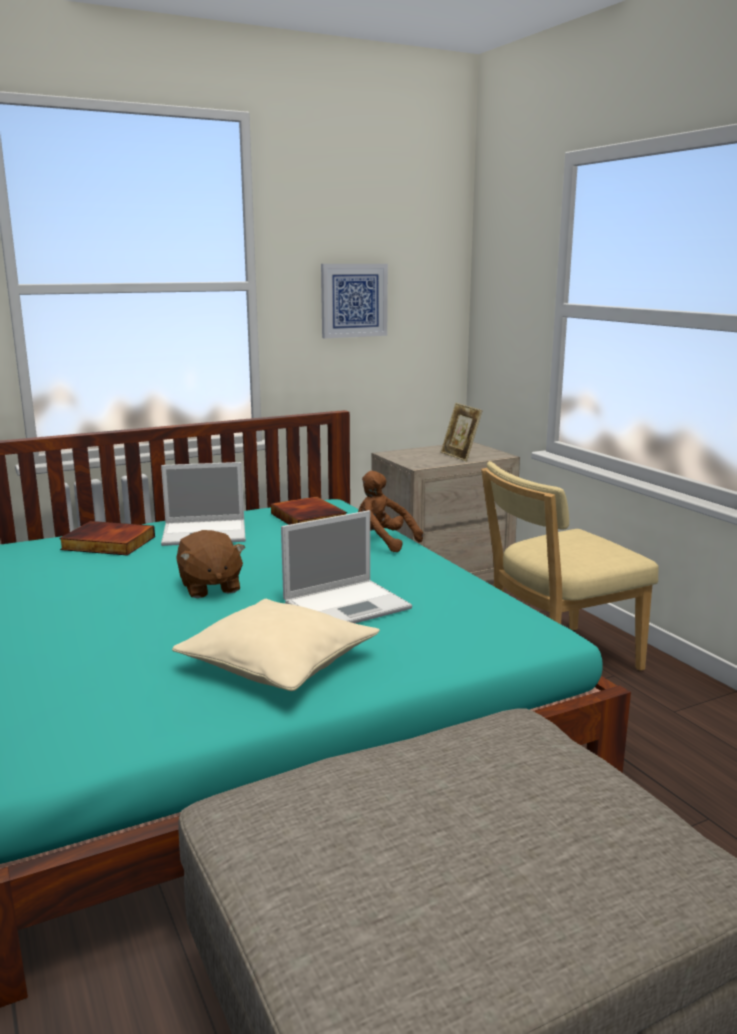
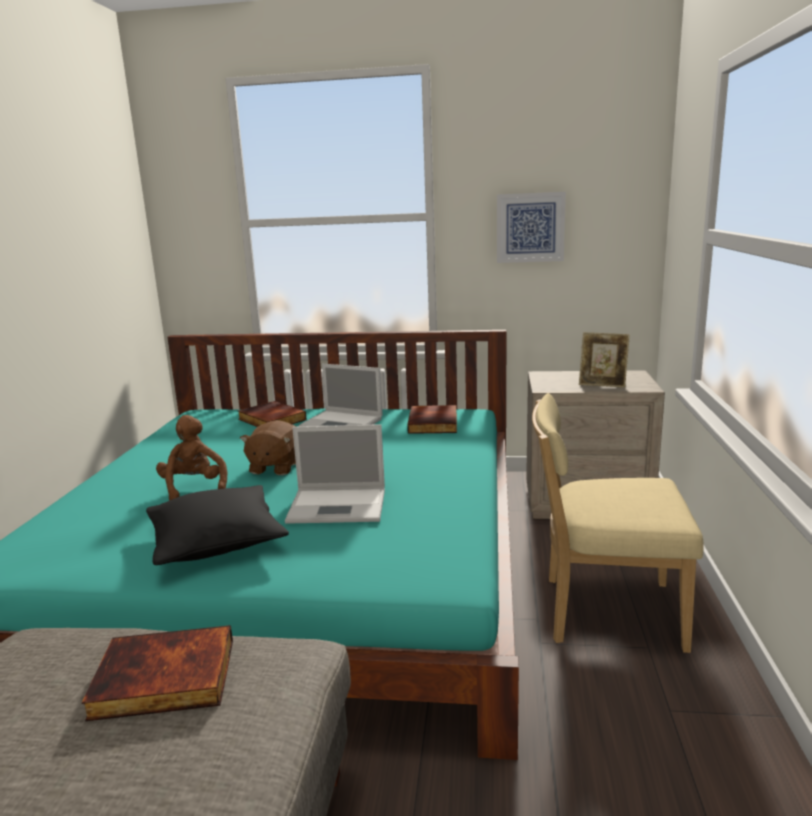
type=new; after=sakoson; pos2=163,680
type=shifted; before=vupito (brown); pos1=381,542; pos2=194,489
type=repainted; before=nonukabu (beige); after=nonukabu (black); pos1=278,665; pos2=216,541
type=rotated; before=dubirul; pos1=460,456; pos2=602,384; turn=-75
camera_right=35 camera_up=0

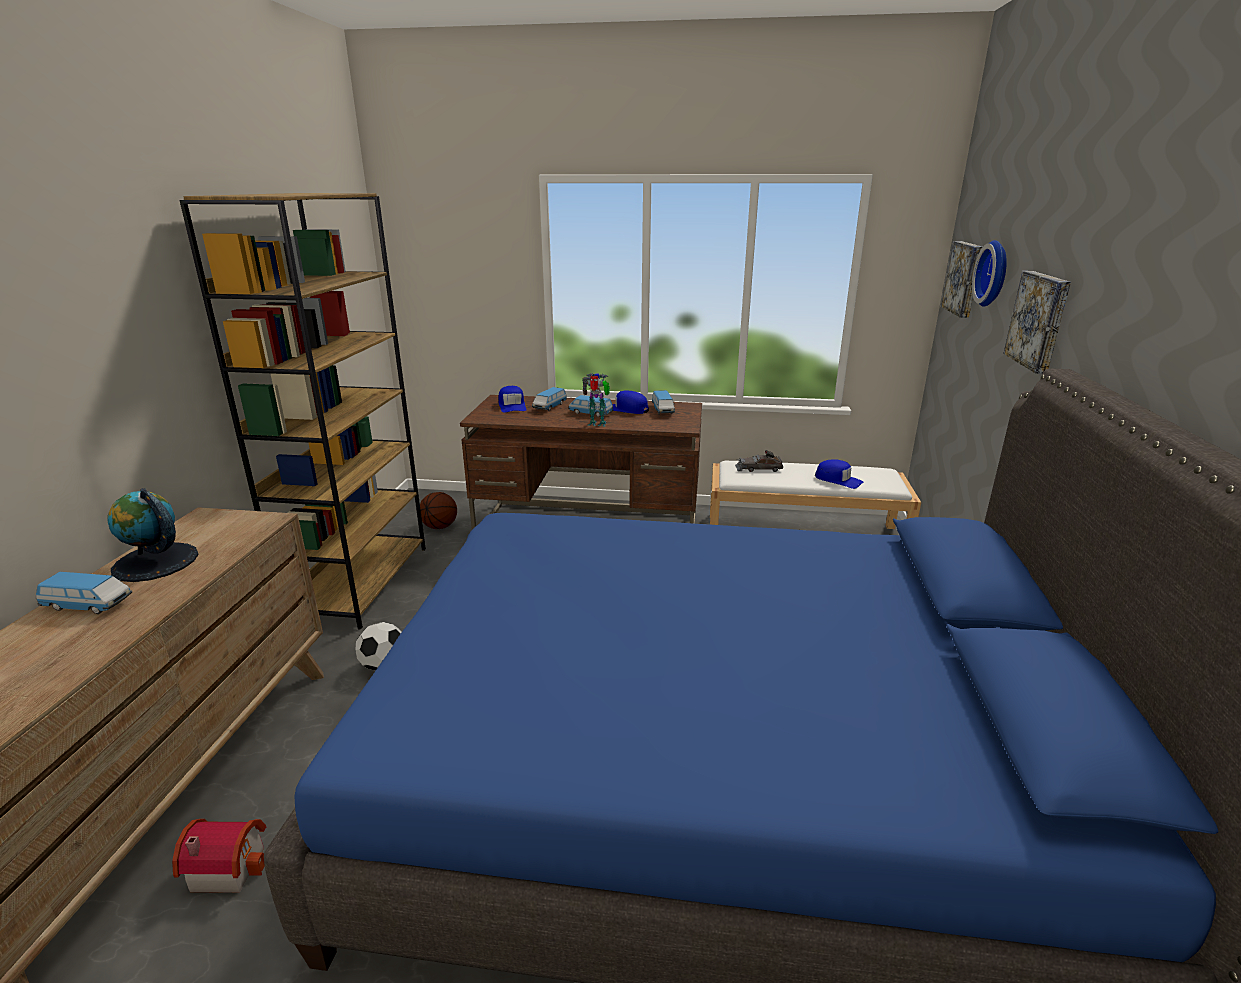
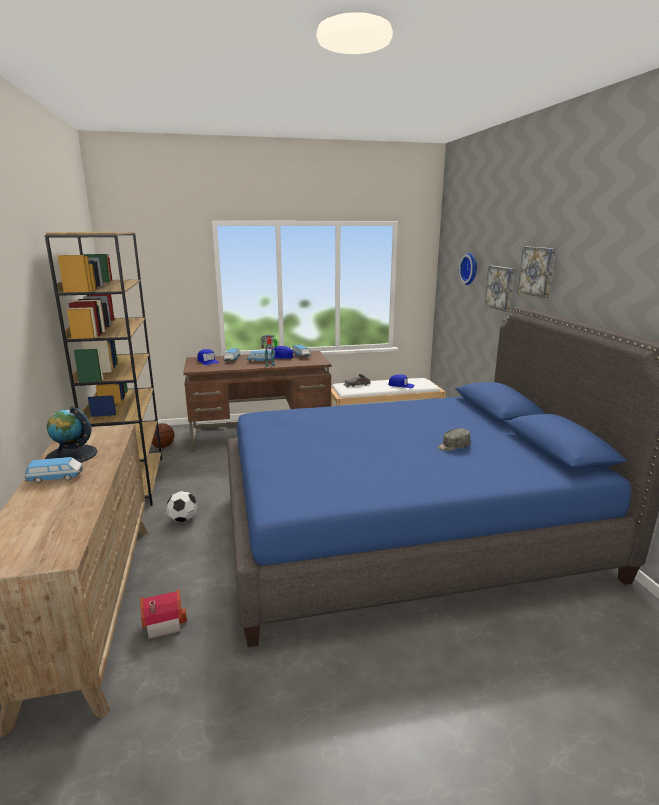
type=new; after=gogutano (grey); pos2=453,446
type=shifted; before=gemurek; pos1=965,278; pos2=538,271
camera_right=-20 camera_up=-5

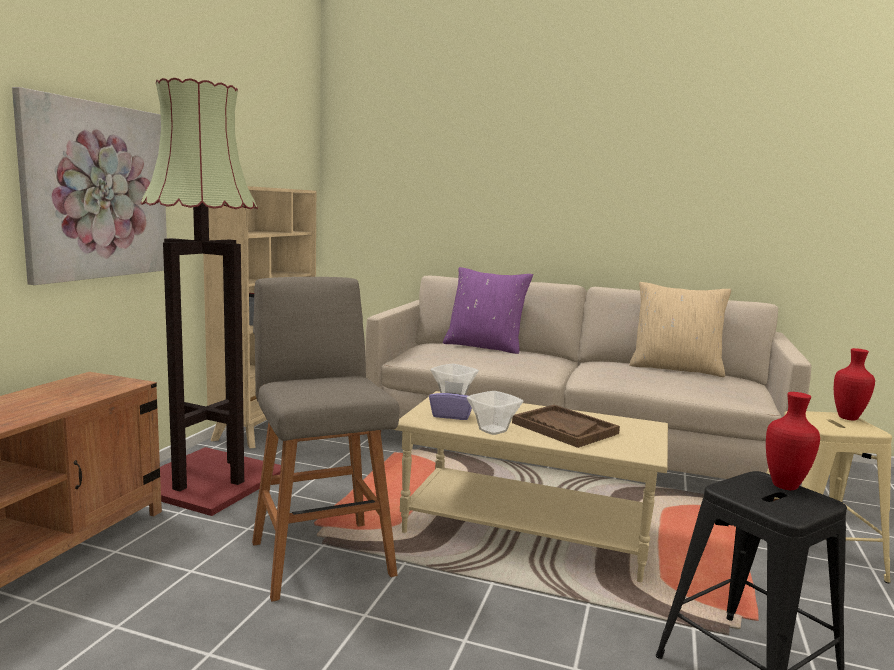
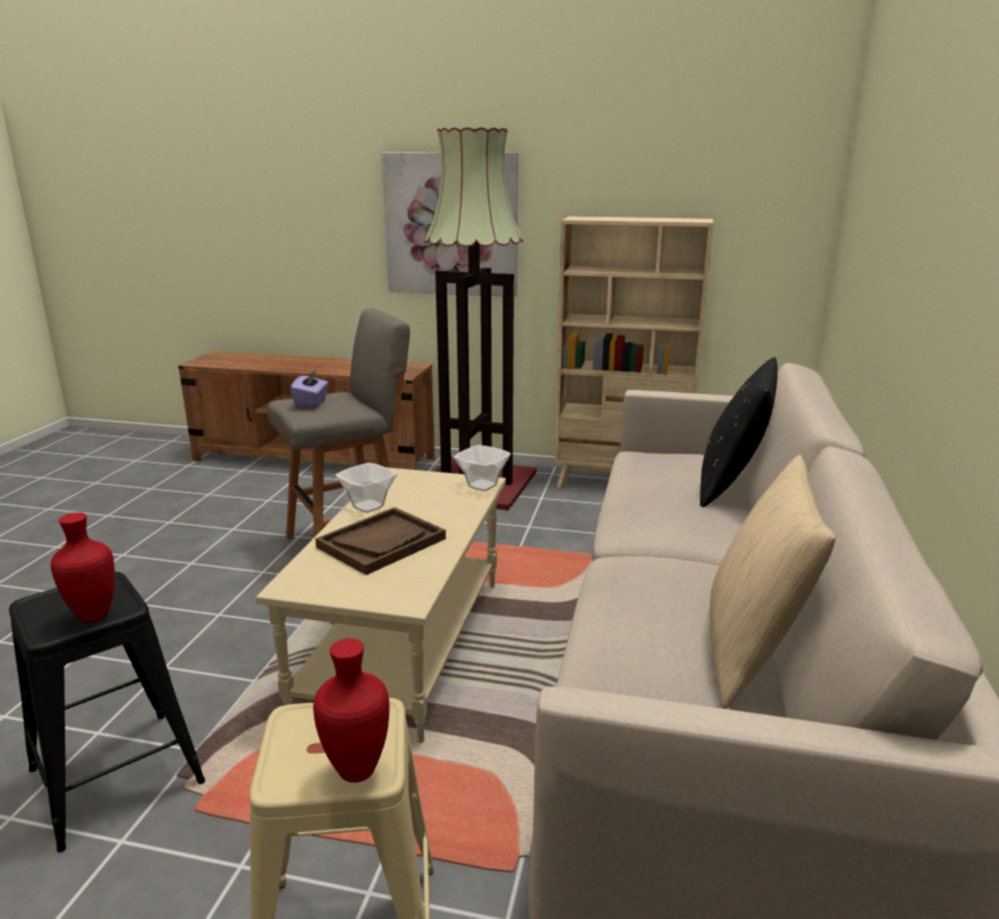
type=shifted; before=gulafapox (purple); pos1=451,415; pos2=311,403
type=repainted; before=nonukabu (purple); after=nonukabu (black); pos1=485,346; pos2=731,486
camera_right=85 camera_up=10

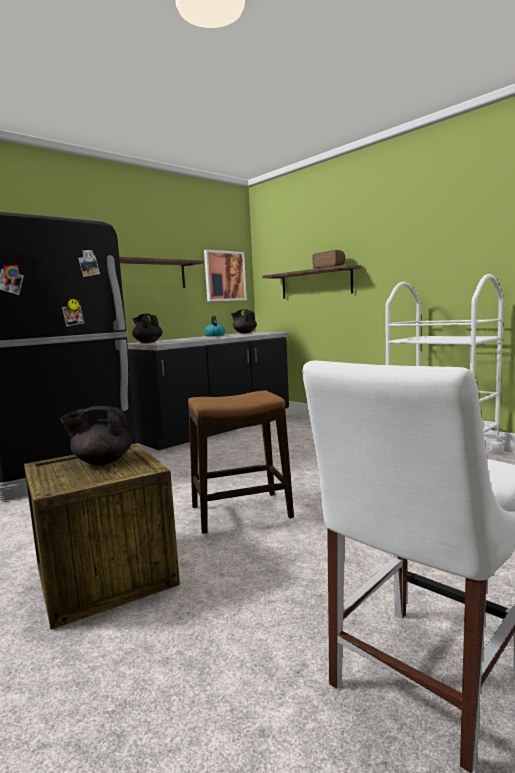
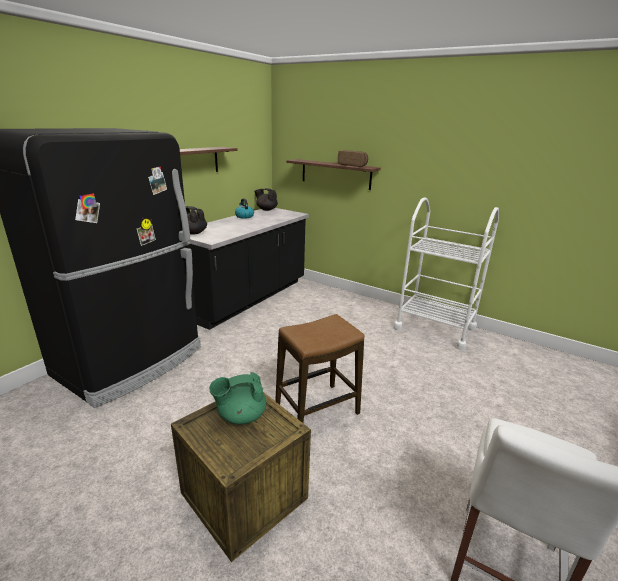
type=gone; before=gemurek; pos1=225,276
type=repainted; before=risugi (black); after=risugi (green); pos1=101,462; pos2=240,416
camera_right=-15 camera_up=15

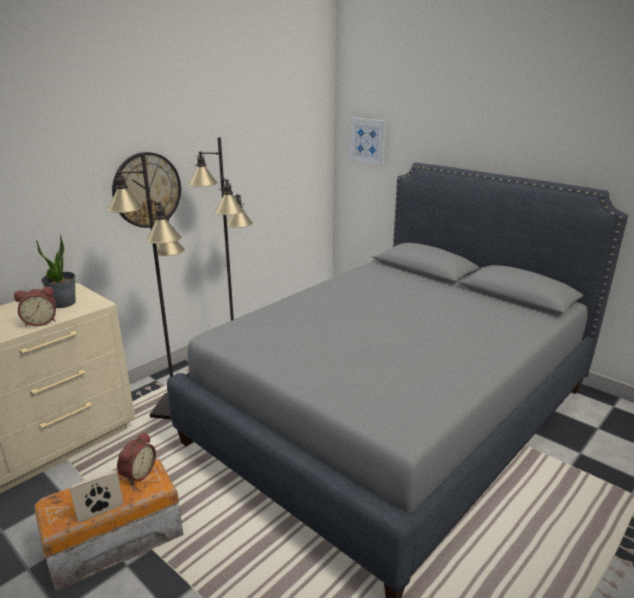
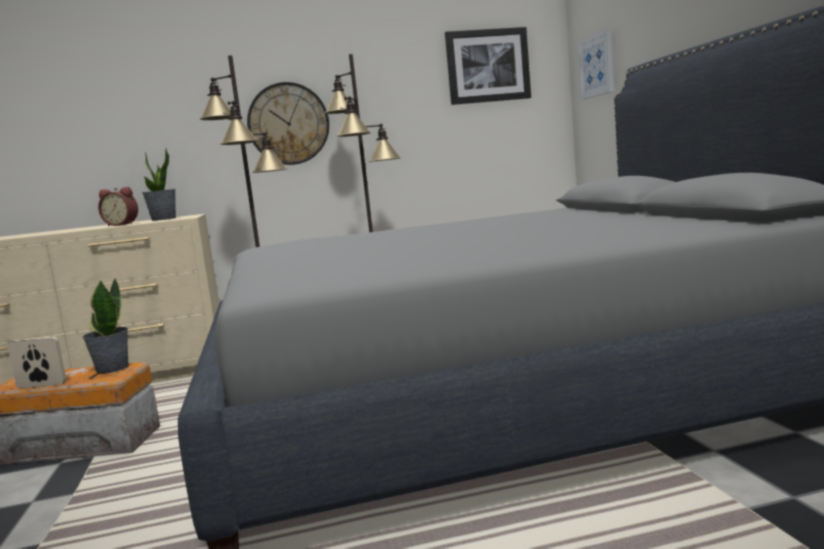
type=new; after=gemurek; pos2=488,66
type=swapped; before=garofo; after=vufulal; pos1=137,473; pos2=112,368
camera_right=35 camera_up=-15

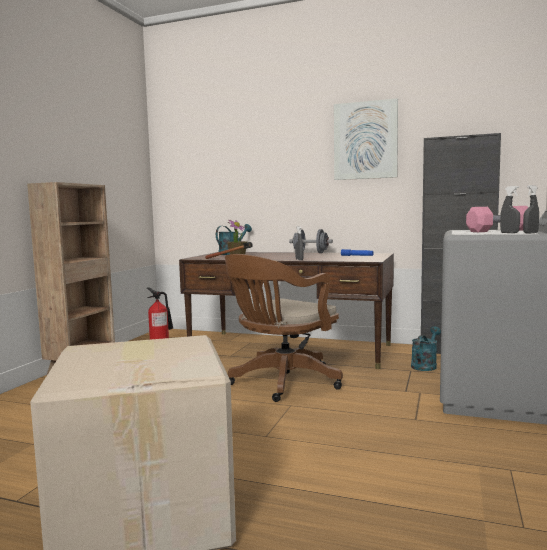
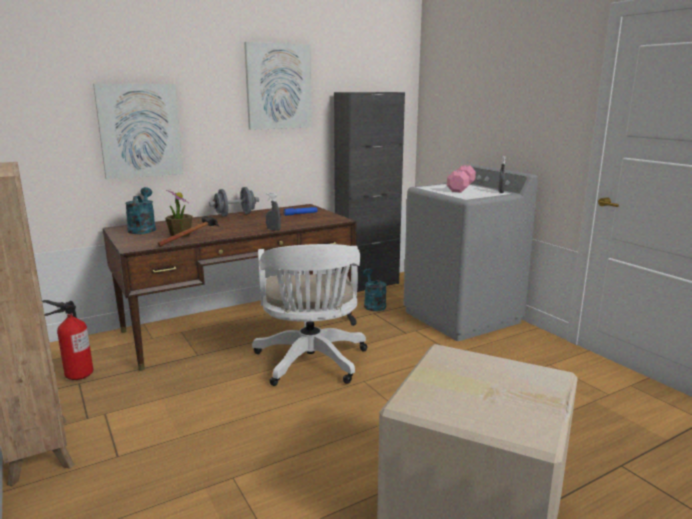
type=gone; before=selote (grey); pos1=509,233
type=new; after=gemurek; pos2=140,131
type=repainted; before=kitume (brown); after=kitume (white); pos1=281,382; pos2=311,363
camera_right=-50 camera_up=10

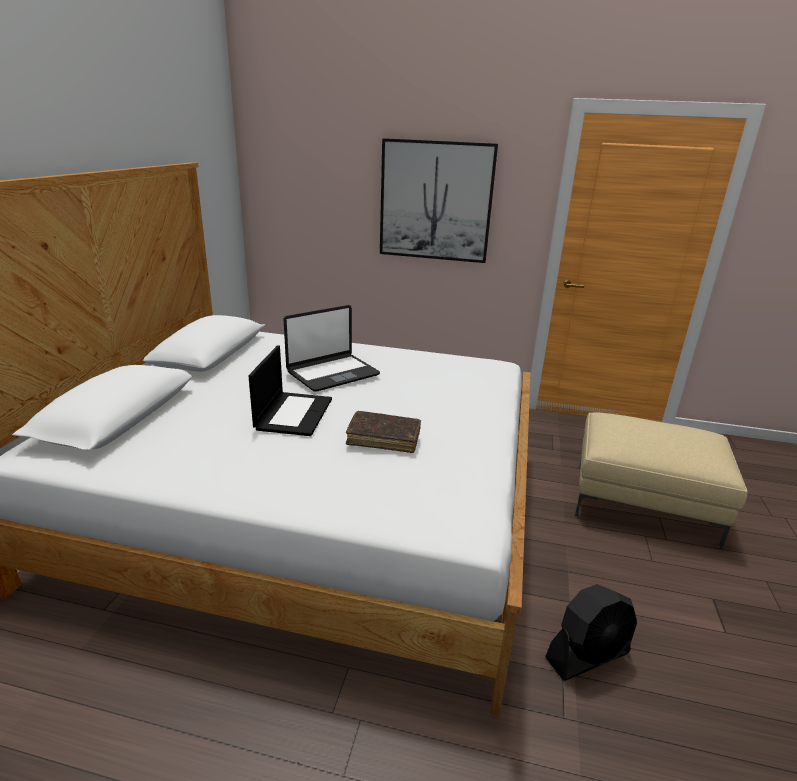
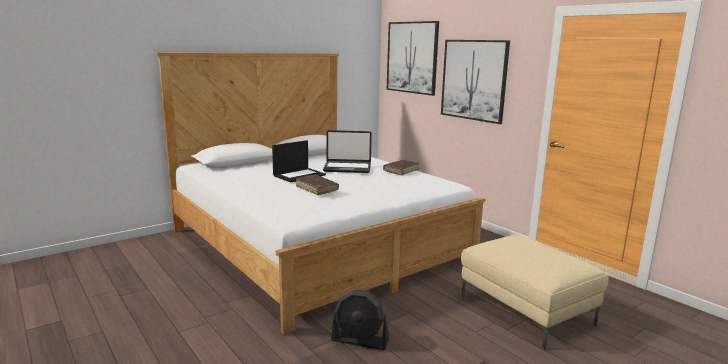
type=new; after=sakoson (brown); pos2=401,171
type=new; after=gemurek; pos2=412,57
camera_right=40 camera_up=-10

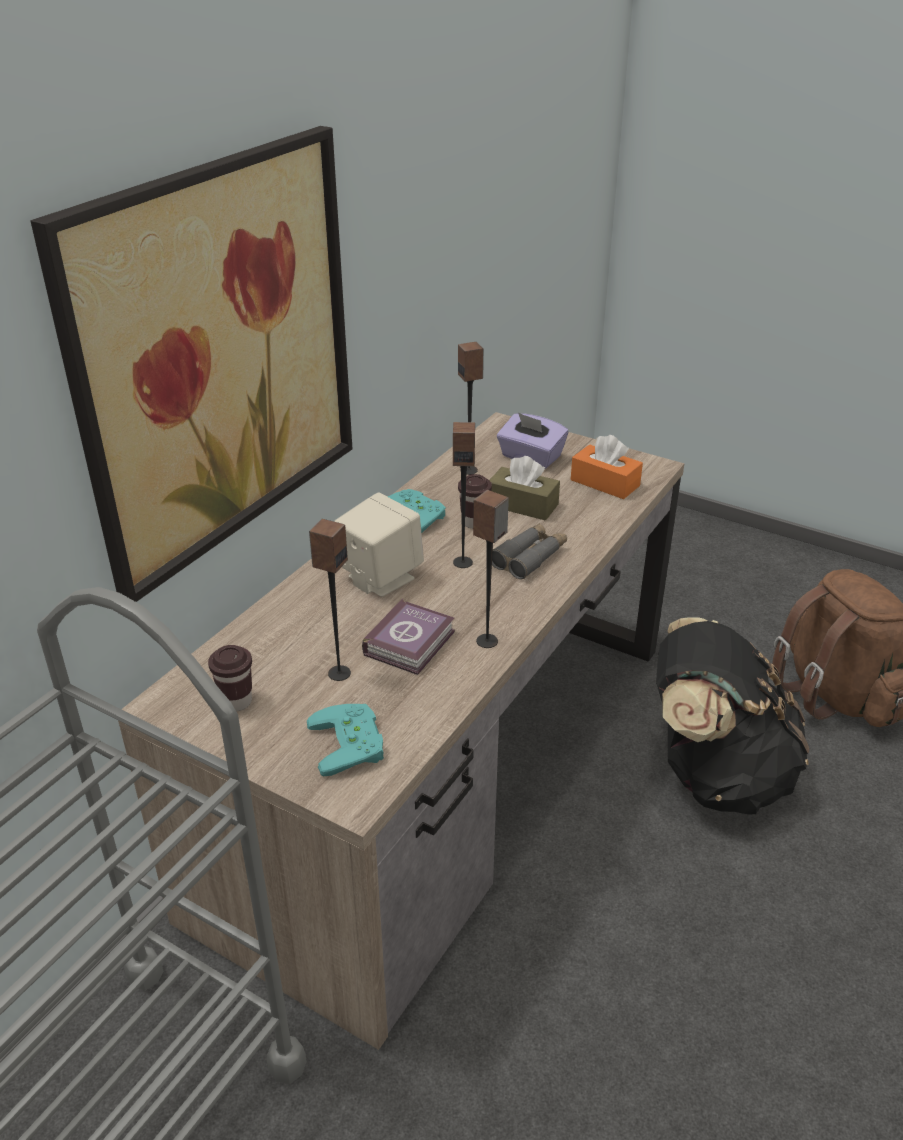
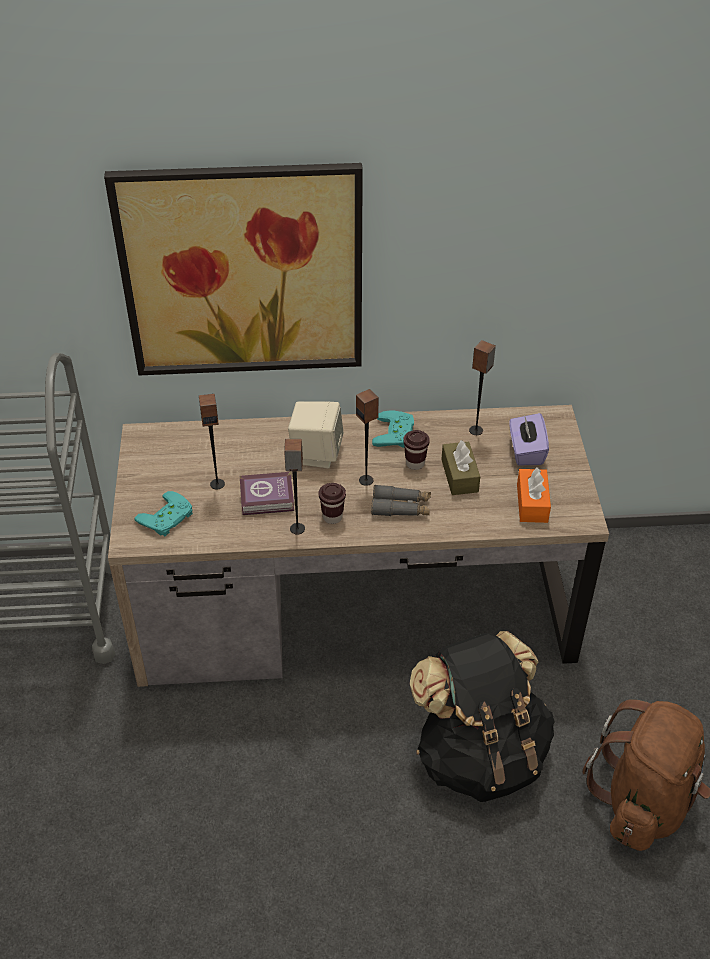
type=shifted; before=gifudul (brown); pos1=236,702; pos2=332,517
camera_right=55 camera_up=10

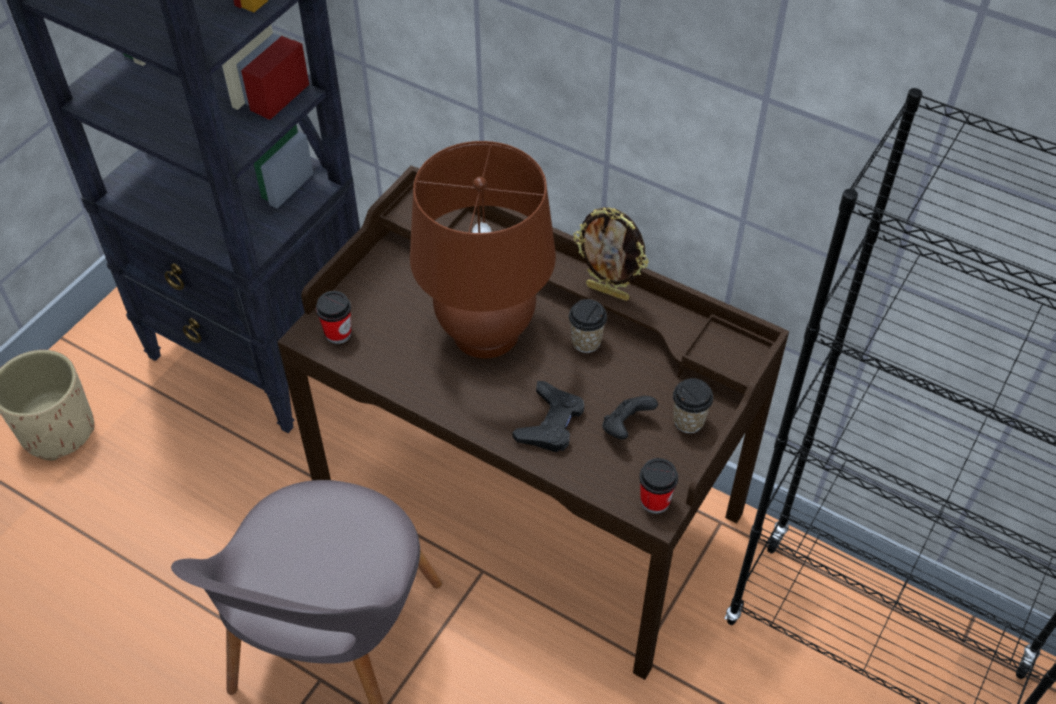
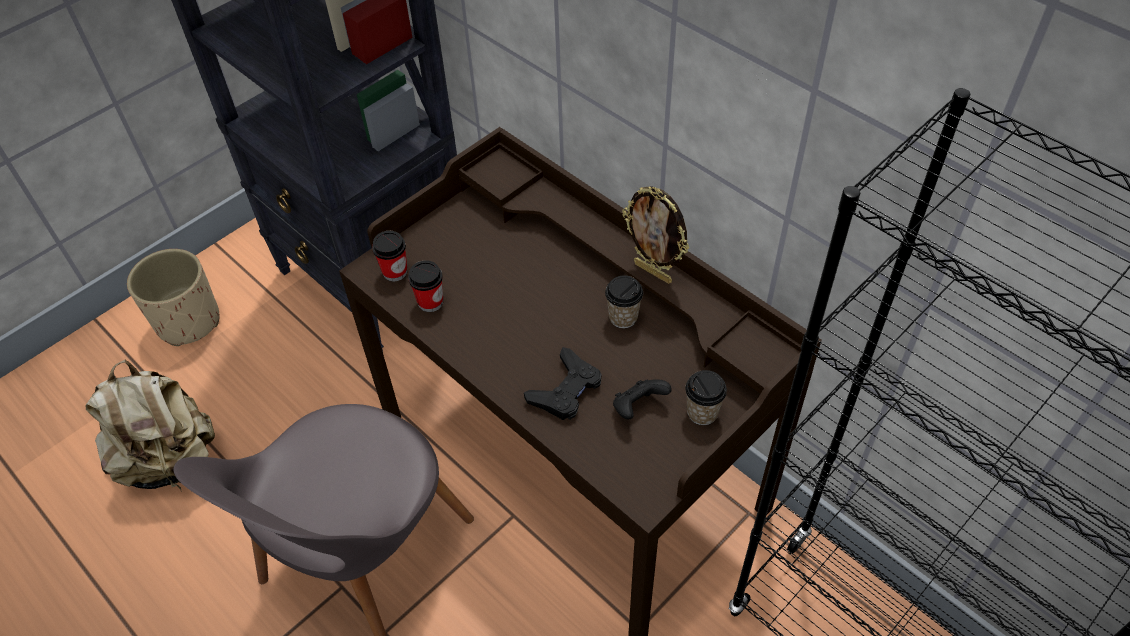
type=gone; before=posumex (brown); pos1=485,332
type=new; after=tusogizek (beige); pos2=171,460
type=shifted; before=gifudul; pos1=655,501; pos2=430,302
camera_right=15 camera_up=0

